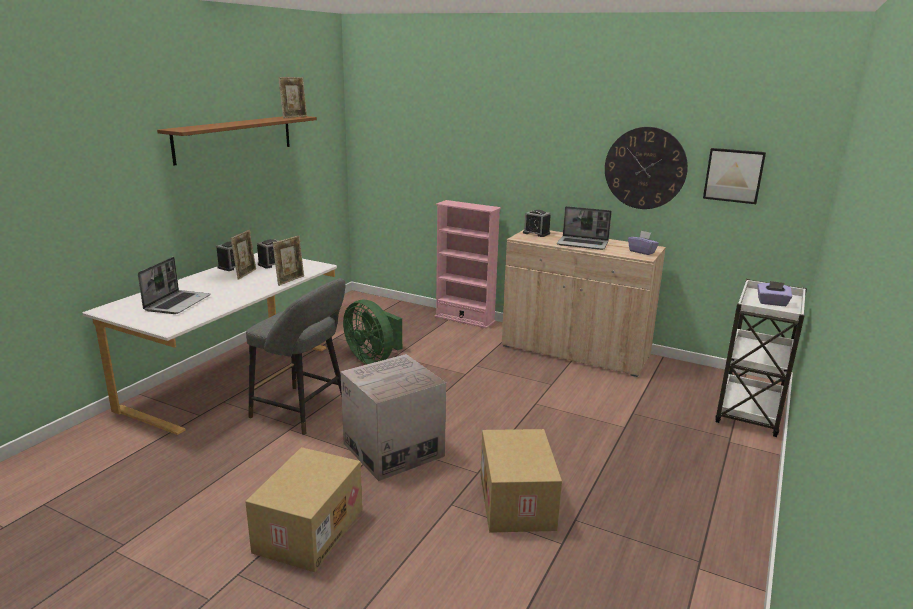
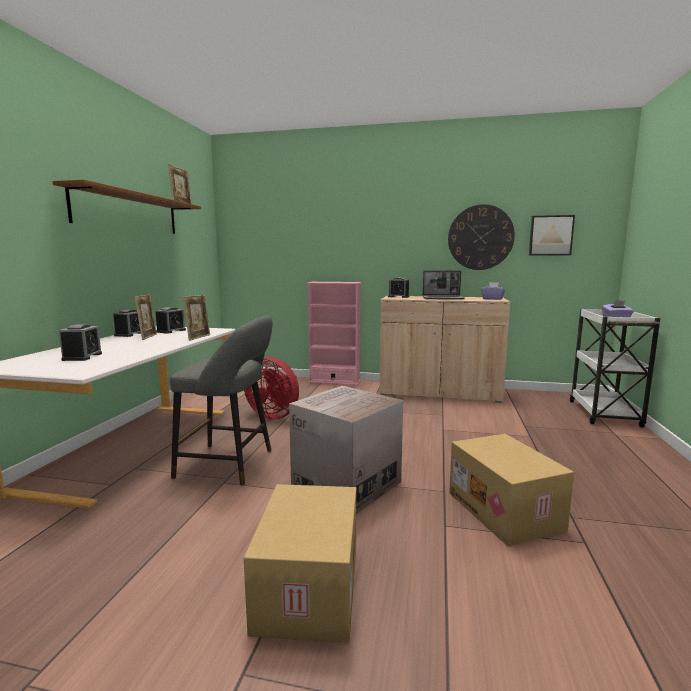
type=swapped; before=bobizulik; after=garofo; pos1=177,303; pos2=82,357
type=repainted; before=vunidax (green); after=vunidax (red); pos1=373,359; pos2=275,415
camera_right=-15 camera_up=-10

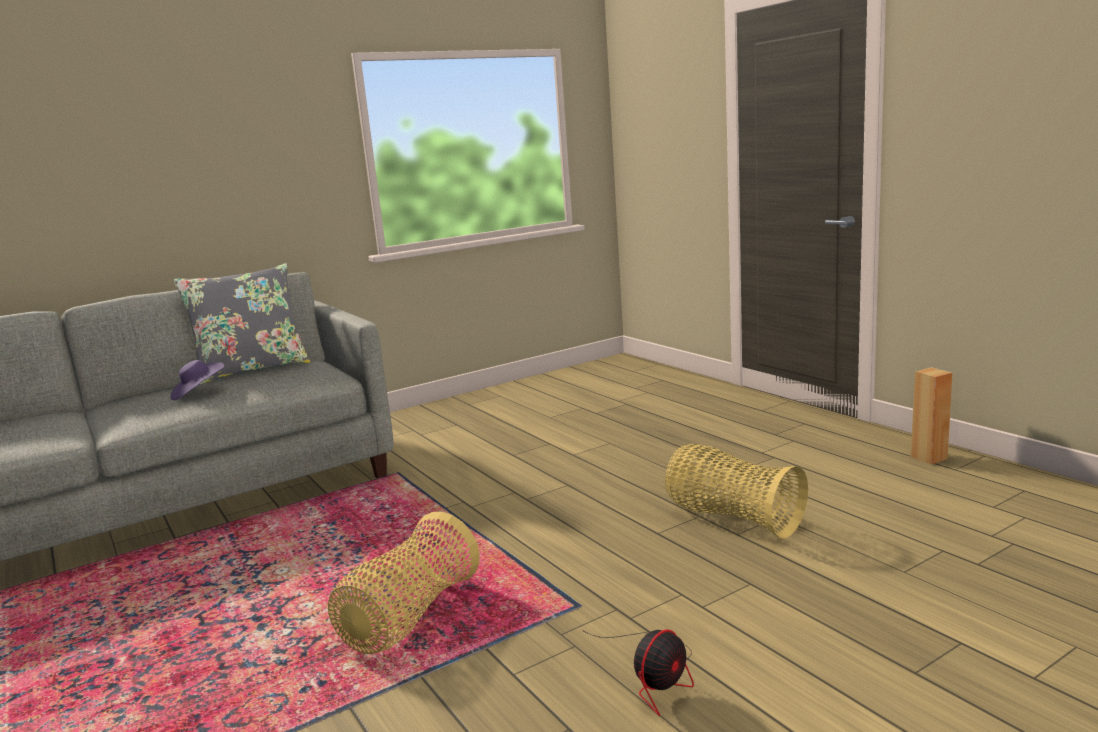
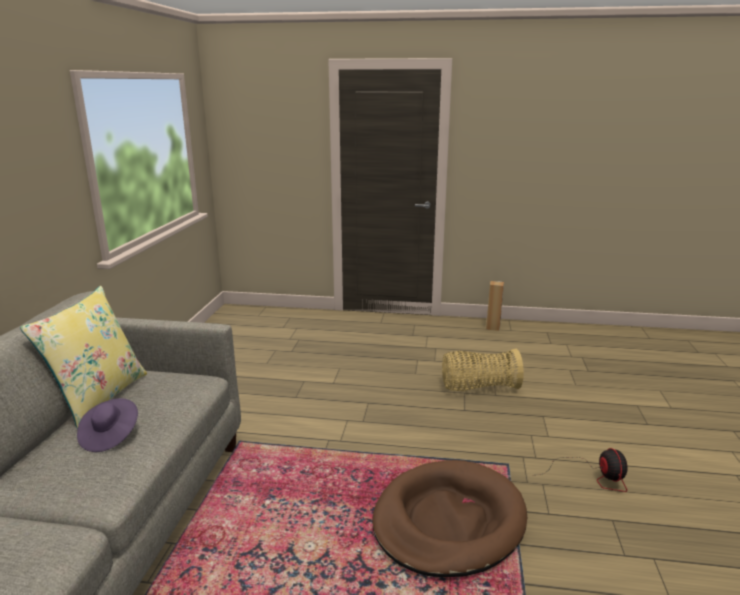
type=swapped; before=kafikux; after=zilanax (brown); pos1=408,618; pos2=448,521
type=repainted; before=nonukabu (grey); after=nonukabu (yellow); pos1=252,369; pos2=99,397
camera_right=-50 camera_up=5

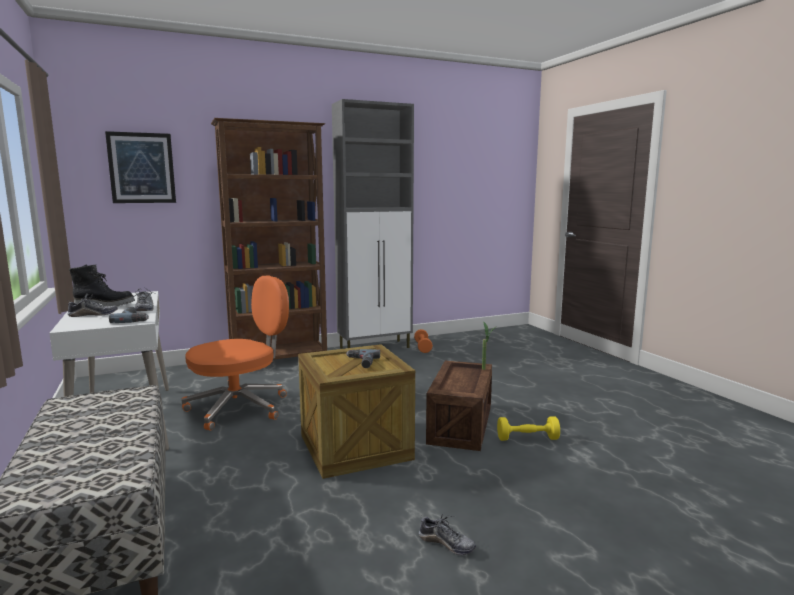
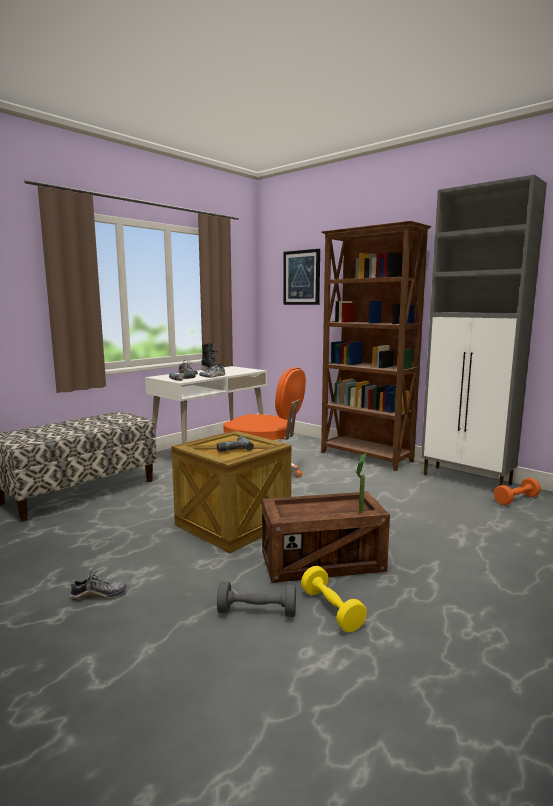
type=new; after=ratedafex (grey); pos2=257,612
type=rotated; before=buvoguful; pos1=446,544; pos2=98,595; turn=-105
camera_right=65 camera_up=0

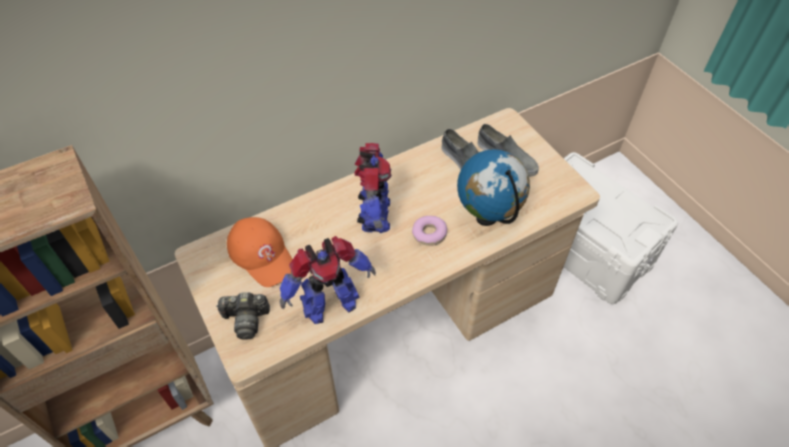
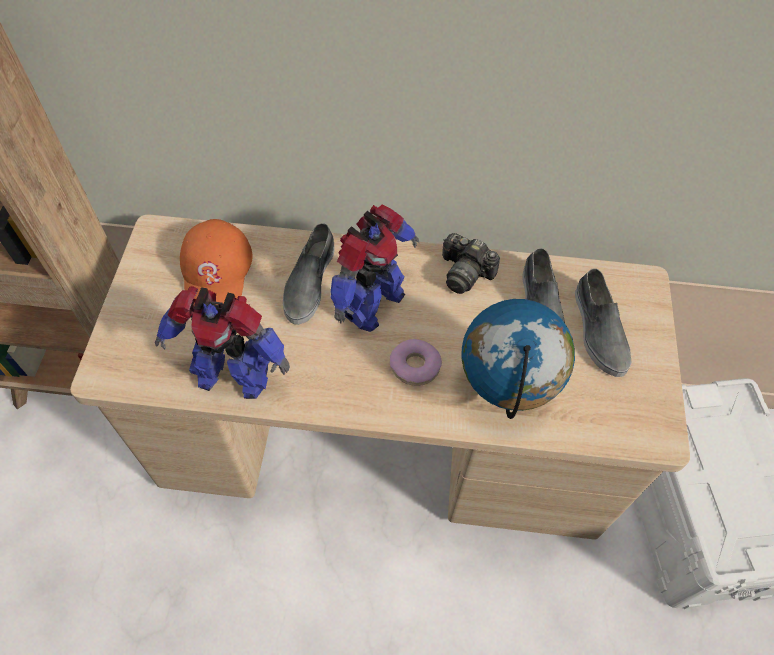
type=new; after=buvoguful (grey); pos2=309,282
type=shifted; before=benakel; pos1=246,319; pos2=465,273
camera_right=35 camera_up=5

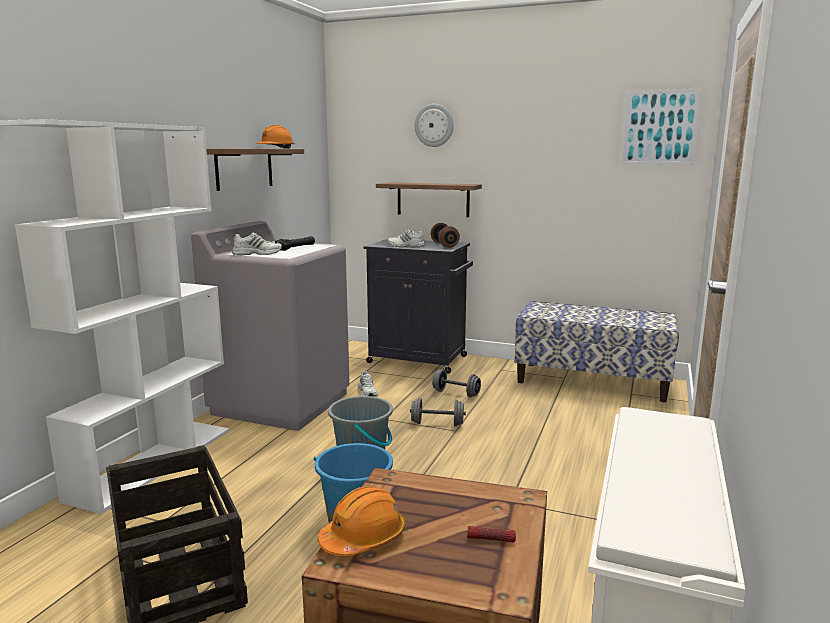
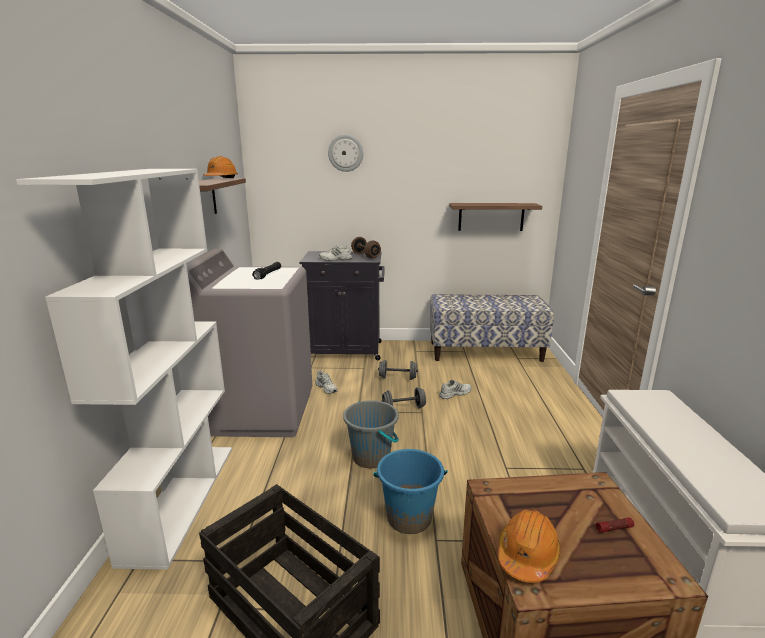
type=gone; before=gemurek; pos1=660,127
type=shifted; before=buvoguful (white); pos1=257,253; pos2=454,393
type=shifted; before=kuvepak; pos1=433,199; pos2=491,216
camera_right=-20 camera_up=5

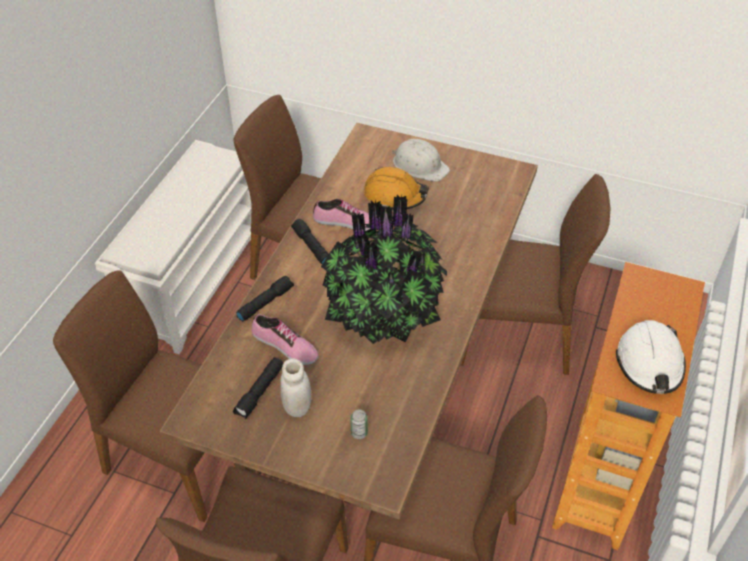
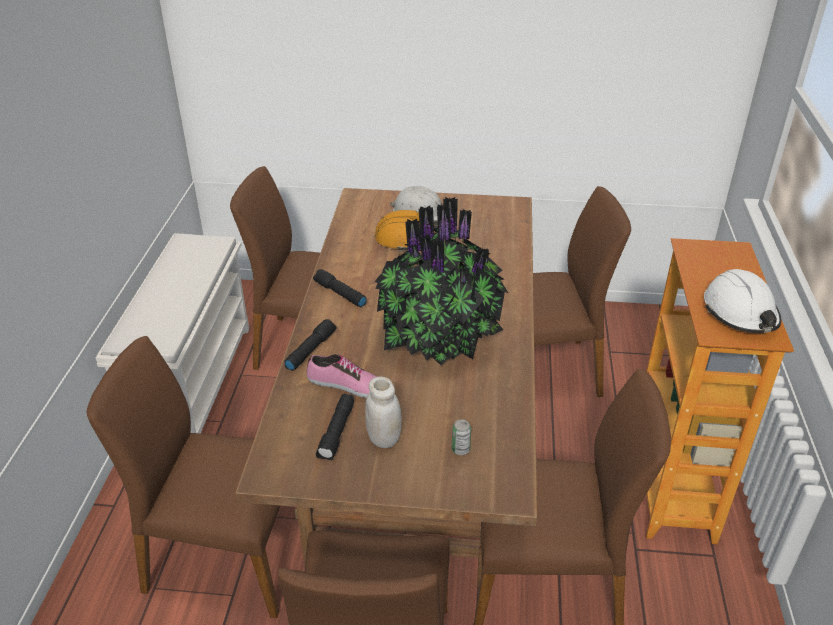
type=gone; before=buvoguful; pos1=346,223
camera_right=-15 camera_up=-10

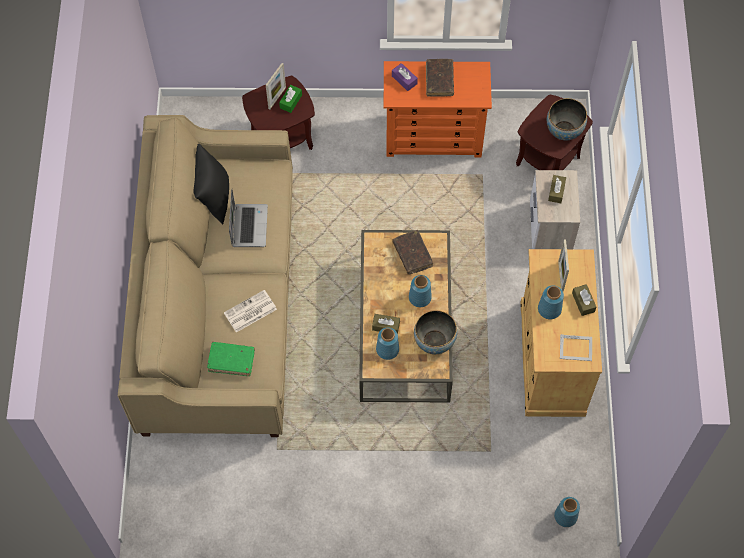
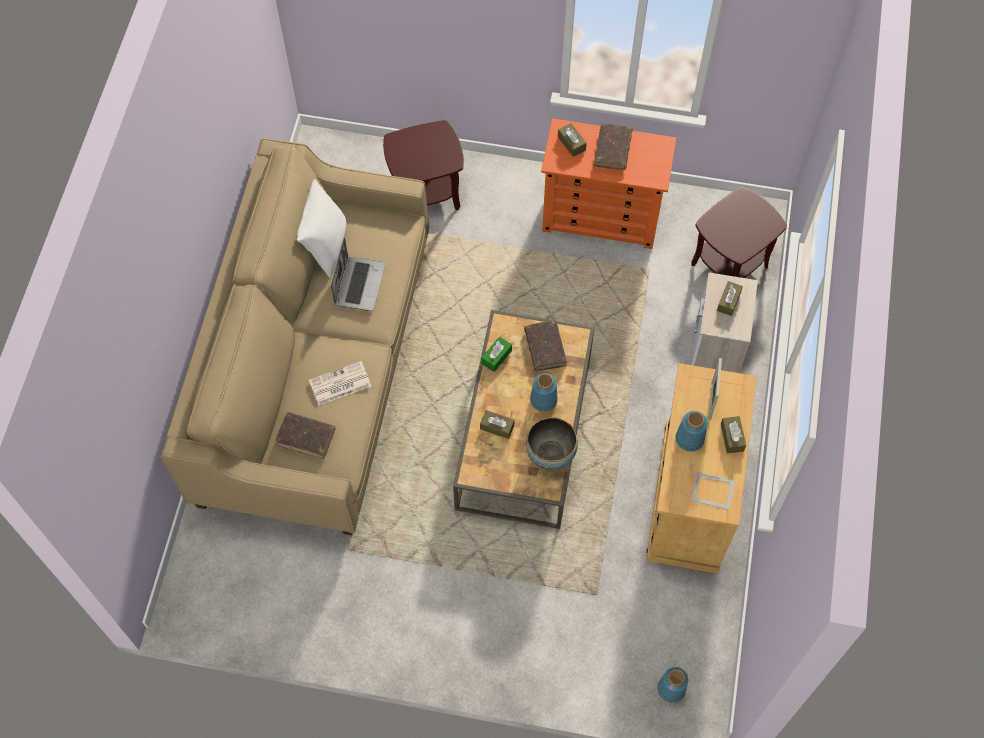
type=gone; before=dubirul; pos1=277,98
type=gone; before=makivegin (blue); pos1=387,350
type=gone; before=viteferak; pos1=564,131
type=shifted; before=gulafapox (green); pos1=291,101; pos2=496,357
type=repainted; before=nonukabu (black); after=nonukabu (white); pos1=213,198; pos2=325,247
type=repainted; before=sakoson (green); after=sakoson (brown); pos1=231,361; pos2=306,438
type=repainted; before=gulafapox (purple); after=gulafapox (brown); pos1=404,80; pos2=571,143
camera_right=10 camera_up=0

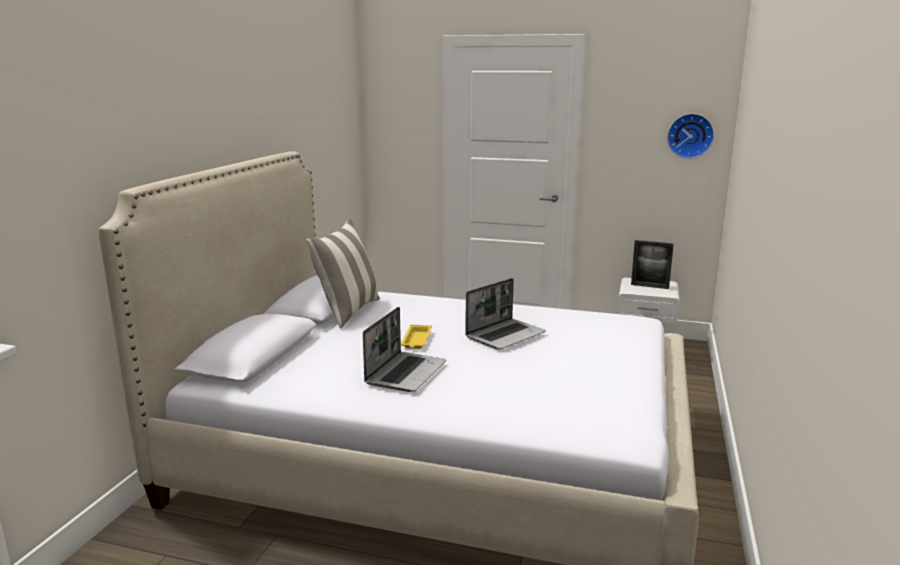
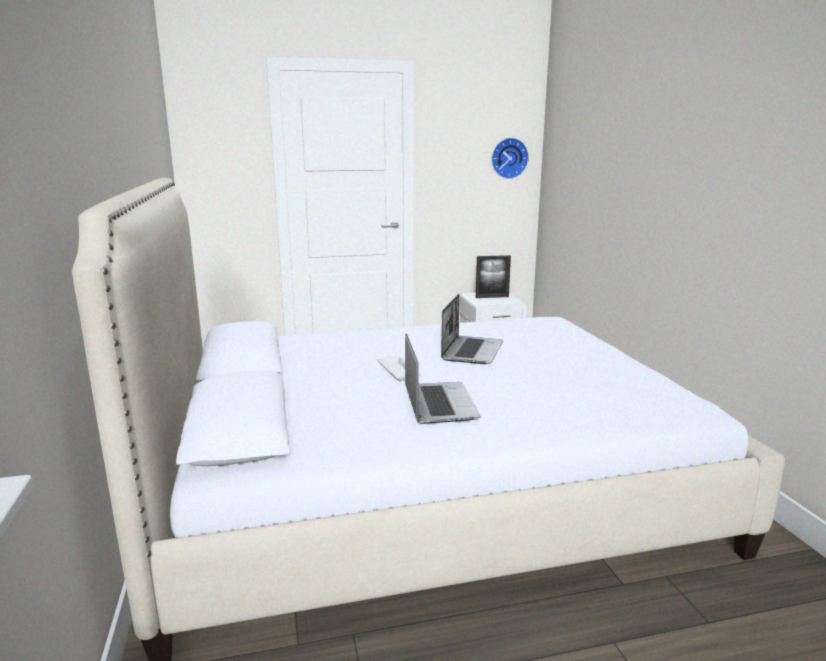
type=gone; before=nonukabu; pos1=347,312
type=repainted; before=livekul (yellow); after=livekul (white); pos1=416,340; pos2=398,372
camera_right=-30 camera_up=0

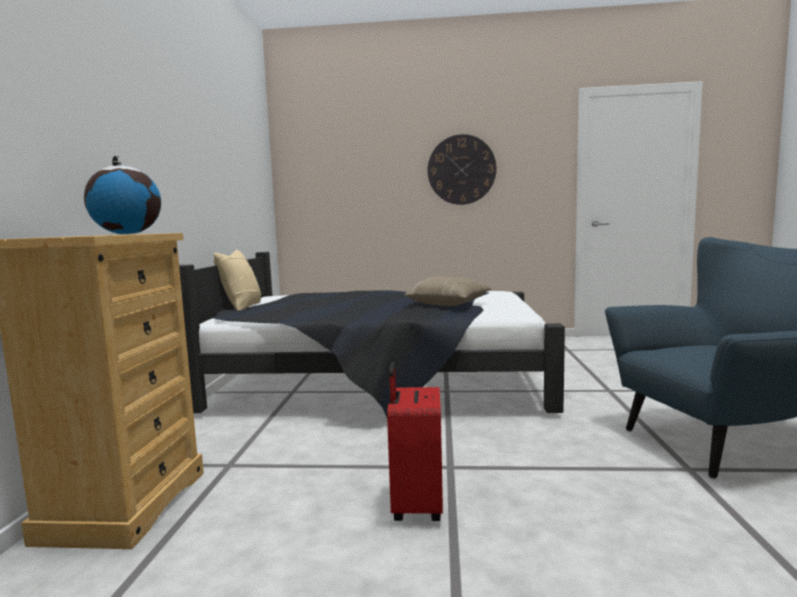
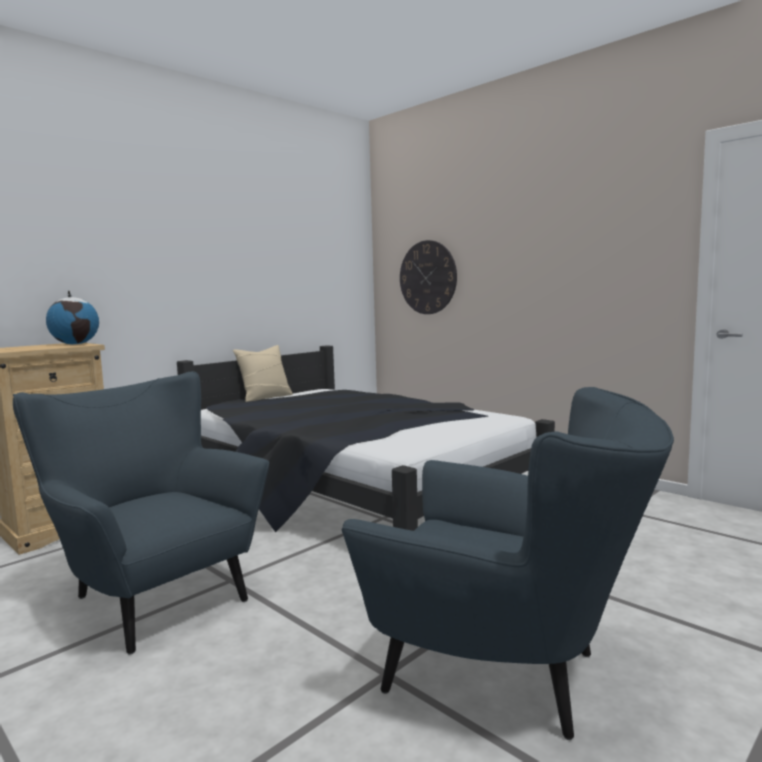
type=gone; before=nonukabu (beige); pos1=449,304
type=shifted; before=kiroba; pos1=461,170; pos2=427,277
type=swapped; before=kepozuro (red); after=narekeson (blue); pos1=415,506; pos2=152,595
camera_right=40 camera_up=0

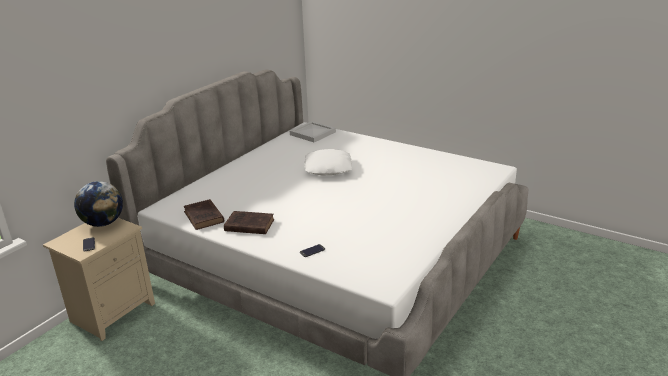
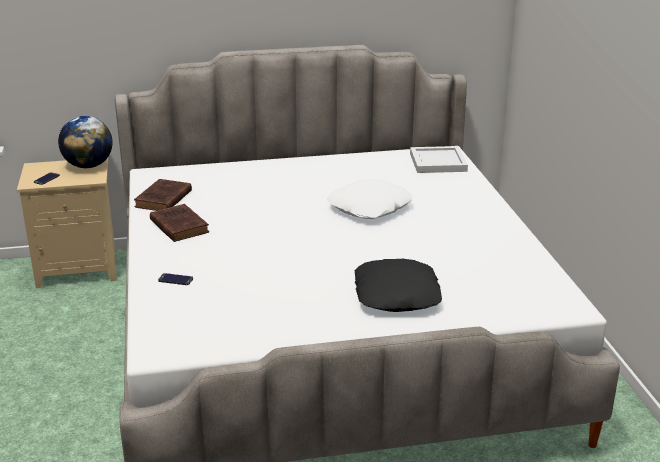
type=new; after=nonukabu (black); pos2=397,294
camera_right=45 camera_up=0

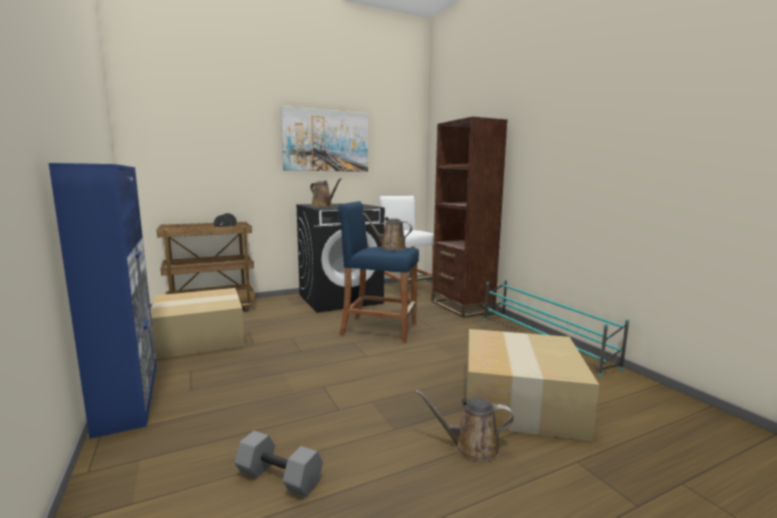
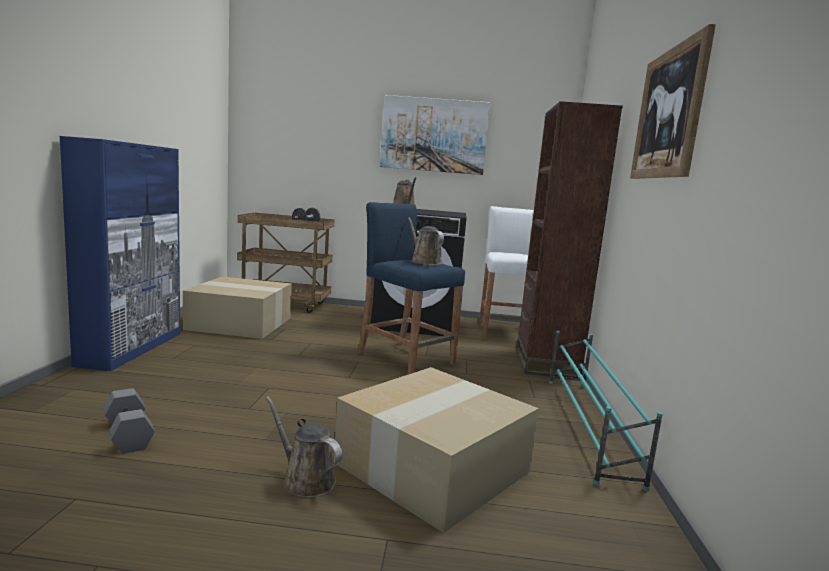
type=new; after=gemurek; pos2=668,114
camera_right=30 camera_up=0

